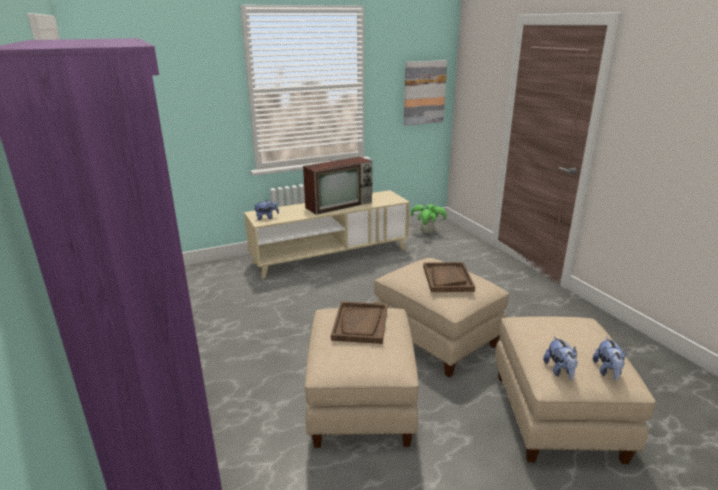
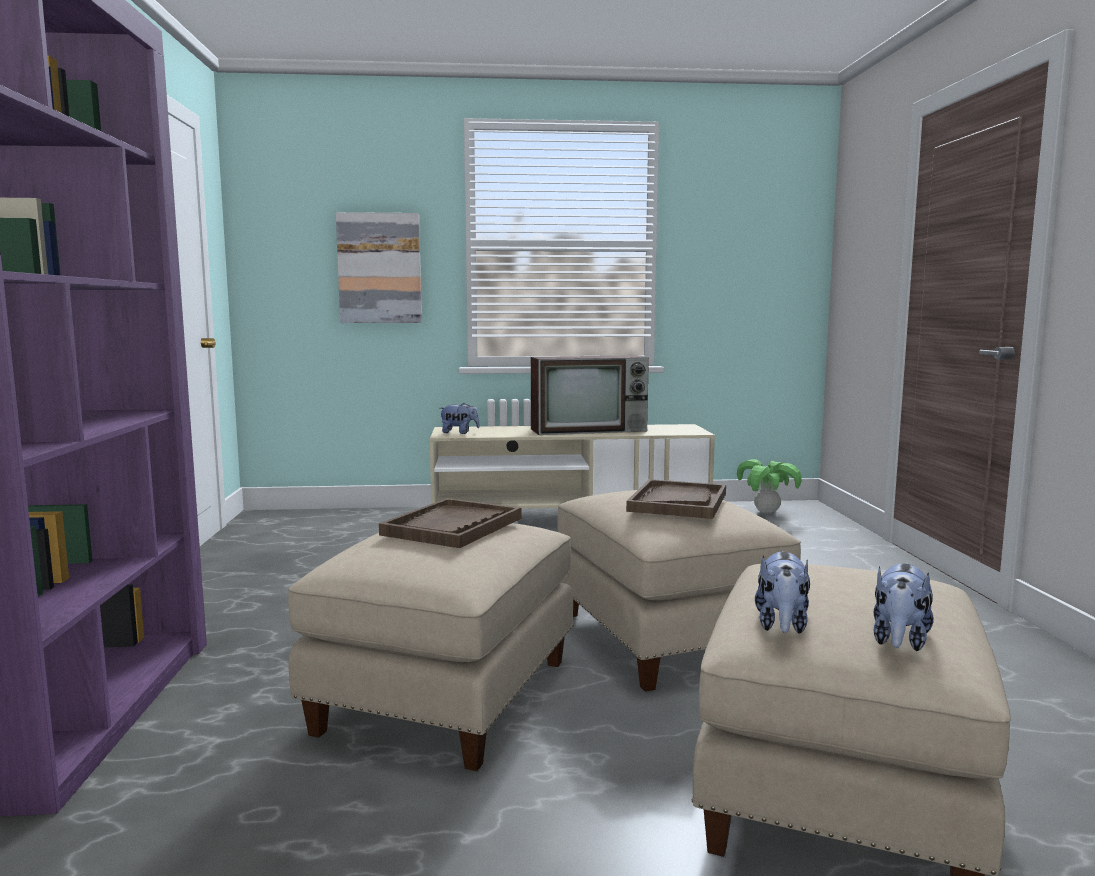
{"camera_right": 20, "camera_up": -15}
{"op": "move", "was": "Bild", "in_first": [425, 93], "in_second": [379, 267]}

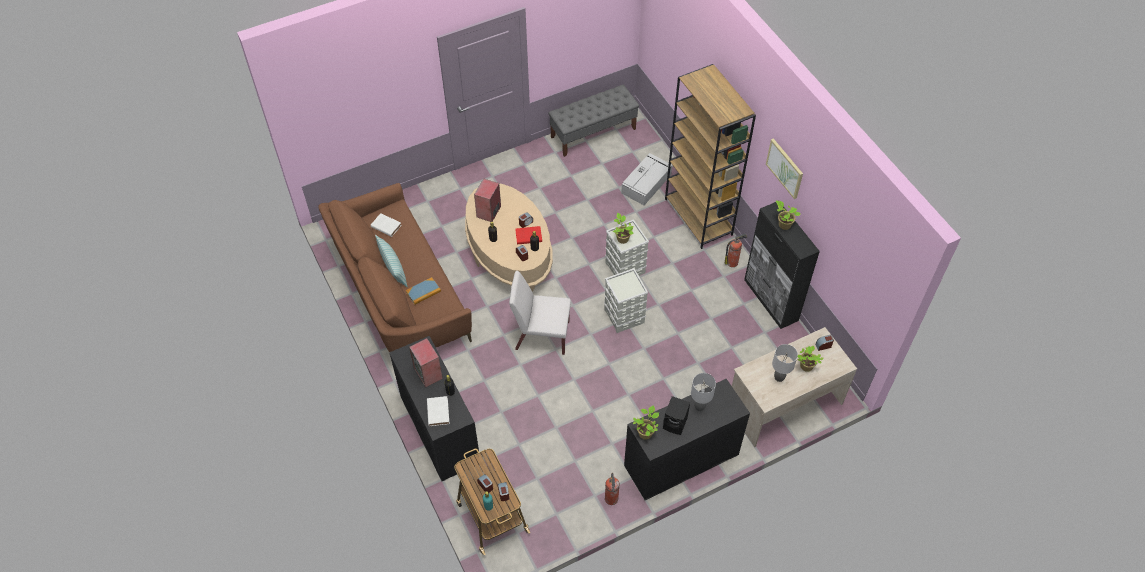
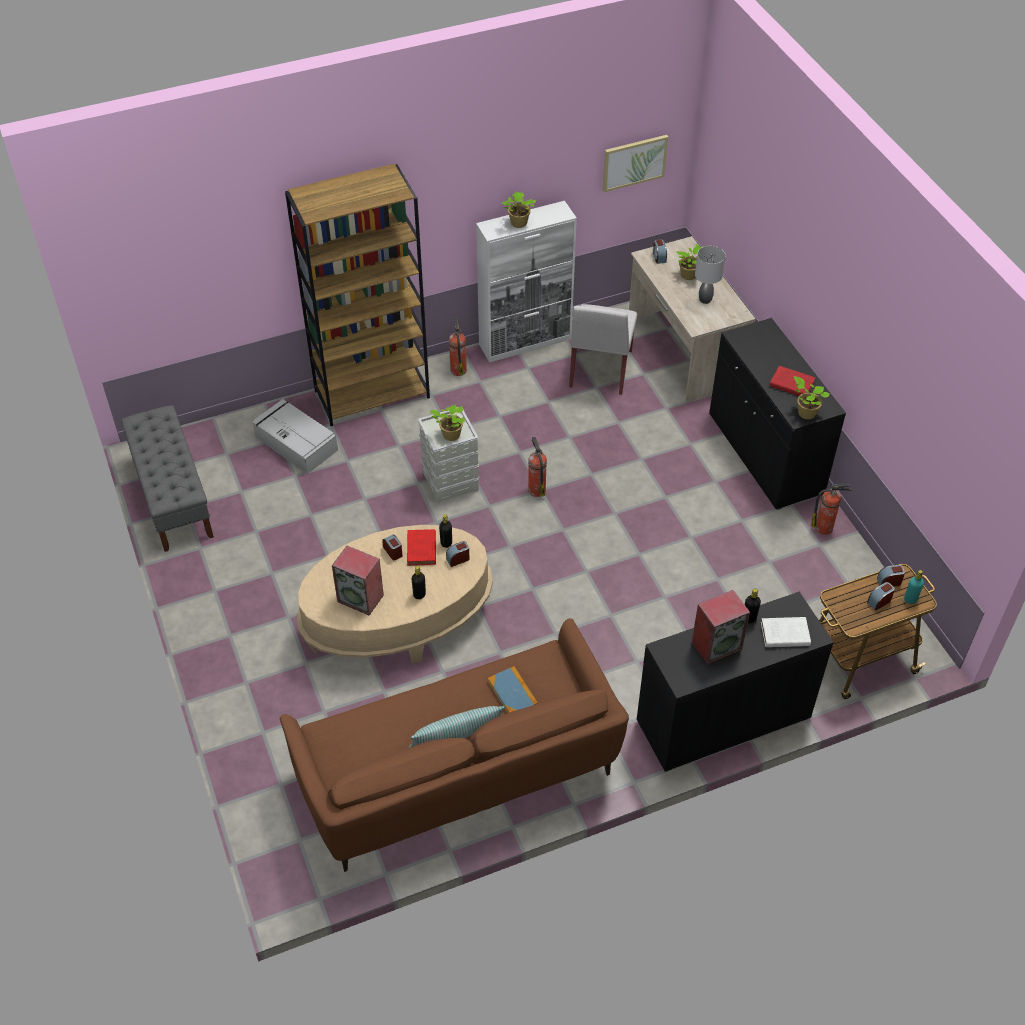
{"camera_right": -85, "camera_up": -5}
{"op": "delete", "was": "Buch/weiß", "in_first": [386, 225]}
{"op": "move", "was": "Stuhl/weiß", "in_first": [540, 313], "in_second": [603, 349]}
{"op": "replace", "was": "Aufbewahrungsbox/grau", "now": "Feuerlöscher", "in_first": [626, 300], "in_second": [537, 467]}
{"op": "replace", "was": "Lautsprecher/schwarz", "now": "Buch/rot", "in_first": [676, 415], "in_second": [792, 381]}
{"op": "delete", "was": "Tischlampe/grau", "in_first": [703, 392]}
{"op": "recolor", "was": "Schrank/schwarz", "now": "Schrank/weiß", "in_first": [782, 265], "in_second": [526, 282]}
{"op": "move", "was": "Bild", "in_first": [784, 168], "in_second": [635, 163]}

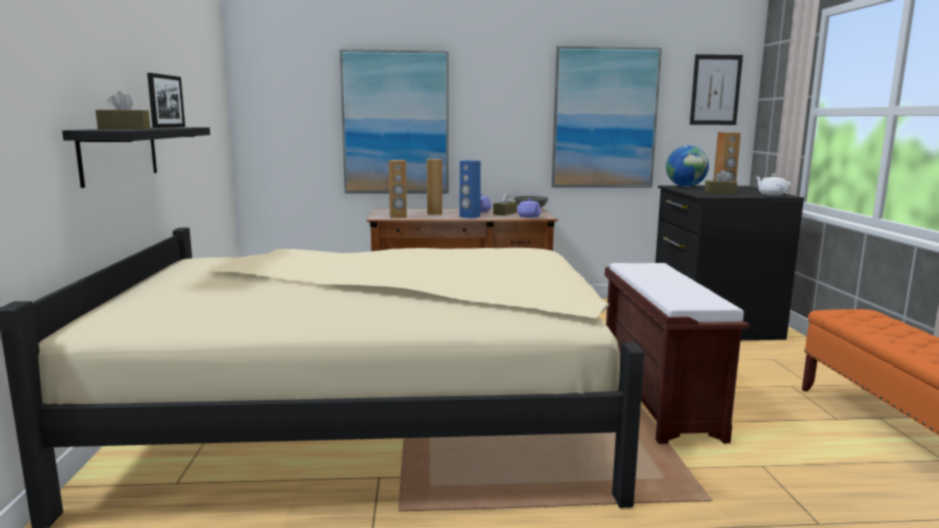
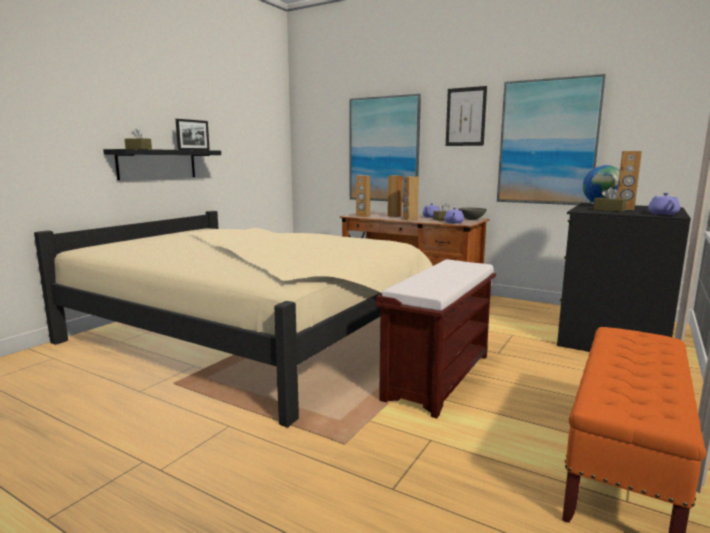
{"camera_right": 35, "camera_up": 0}
{"op": "recolor", "was": "Lautsprecher/blau", "now": "Lautsprecher/braun", "in_first": [470, 189], "in_second": [411, 198]}
{"op": "move", "was": "Bild", "in_first": [716, 89], "in_second": [466, 116]}
{"op": "recolor", "was": "Teekanne/weiß", "now": "Teekanne/lila", "in_first": [773, 184], "in_second": [664, 204]}

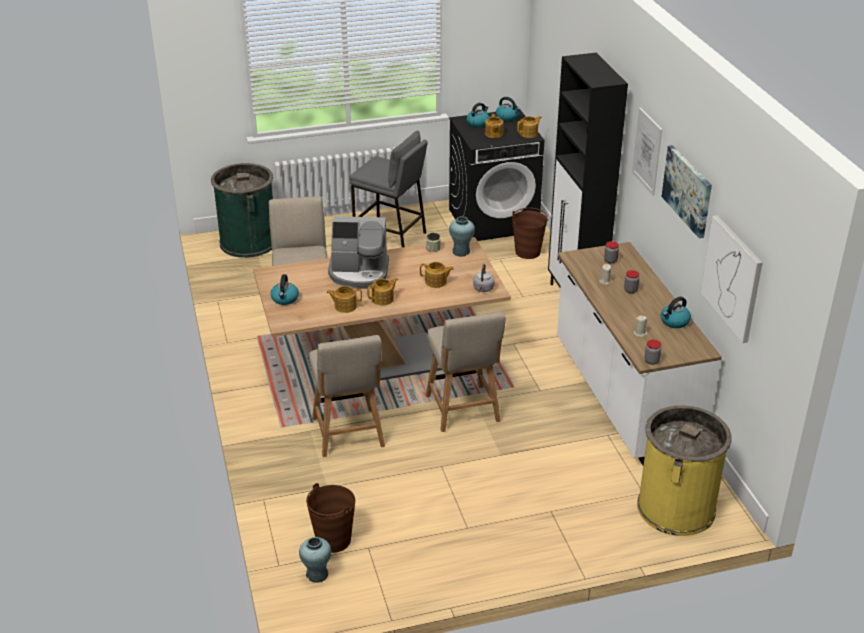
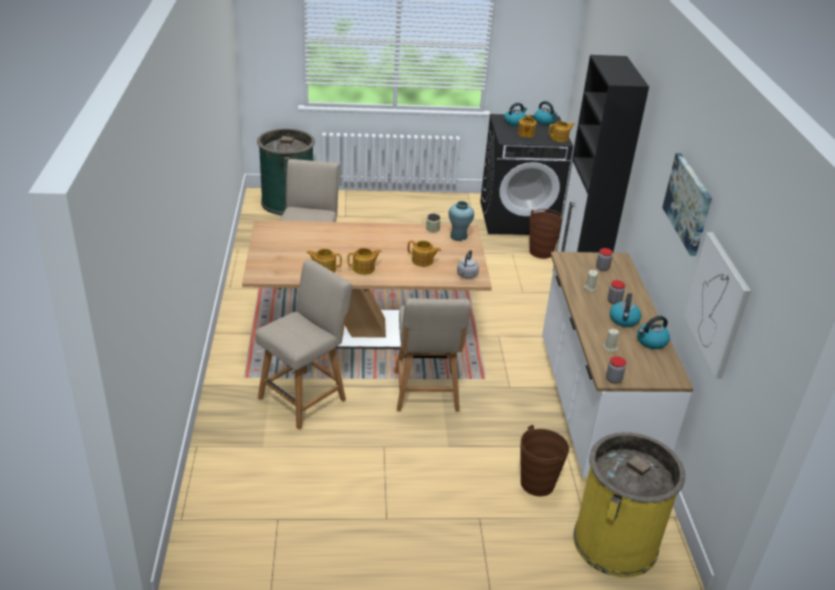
{"camera_right": 10, "camera_up": 0}
{"op": "move", "was": "Wasserkessel", "in_first": [285, 289], "in_second": [625, 310]}
{"op": "delete", "was": "Vase/türkis", "in_first": [315, 560]}
{"op": "move", "was": "Eimer/braun", "in_first": [330, 518], "in_second": [545, 460]}
{"op": "rotate", "was": "Stuhl/beige", "in_first": [347, 396], "in_second": [303, 344], "clockwise": -135}
{"op": "delete", "was": "Kaffeemaschine", "in_first": [358, 252]}
{"op": "delete", "was": "Hocker/grau", "in_first": [388, 189]}
{"op": "delete", "was": "Bild", "in_first": [647, 152]}

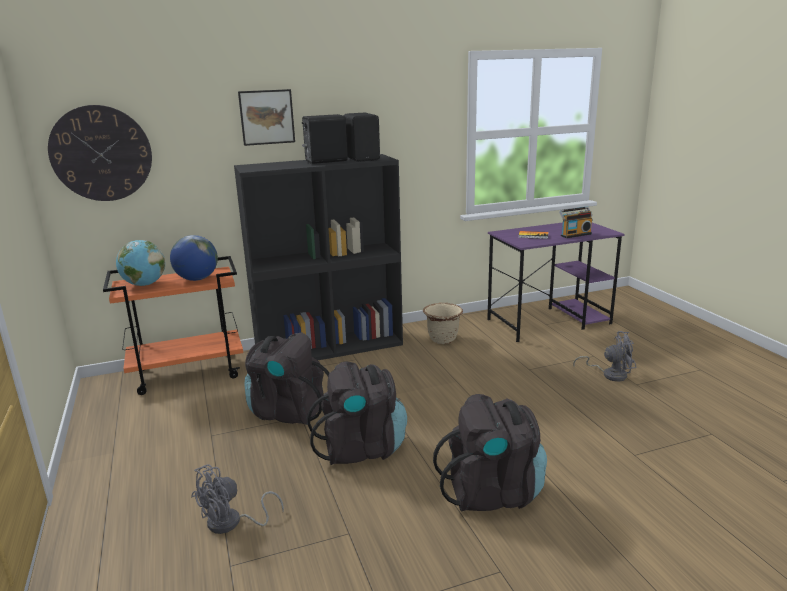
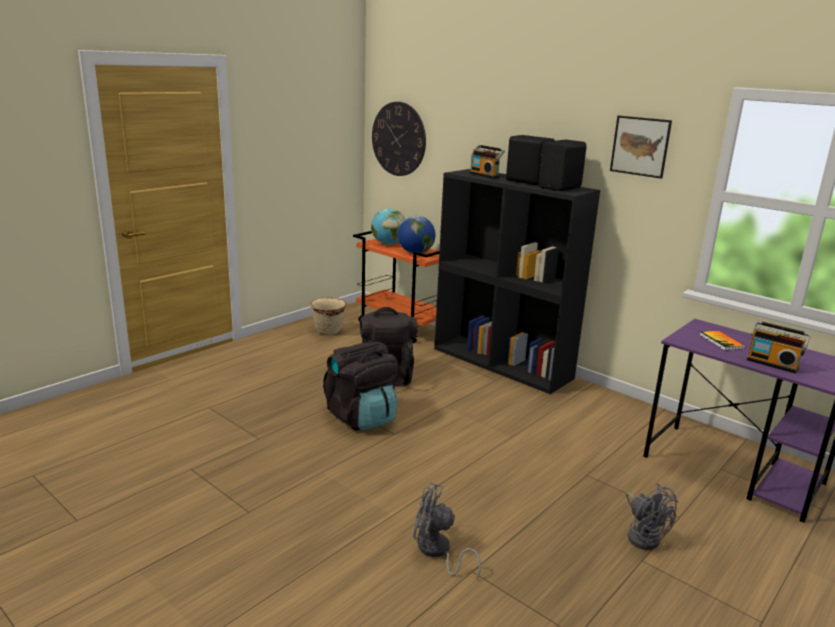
{"camera_right": 60, "camera_up": 0}
{"op": "move", "was": "Ventilator/grau", "in_first": [237, 499], "in_second": [447, 531]}
{"op": "move", "was": "Bild", "in_first": [266, 117], "in_second": [641, 147]}
{"op": "move", "was": "Pflanzkübel/beige", "in_first": [443, 323], "in_second": [328, 316]}
{"op": "delete", "was": "Rucksack/schwarz", "in_first": [490, 452]}
{"op": "insert", "now": "Radio", "in_second": [487, 162]}

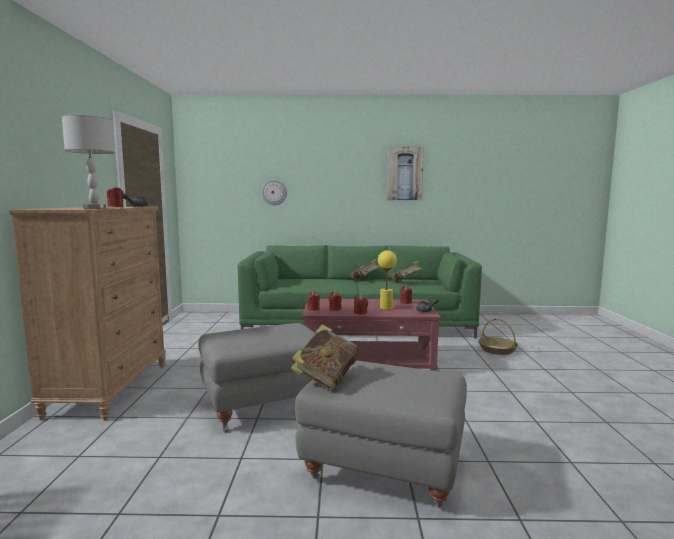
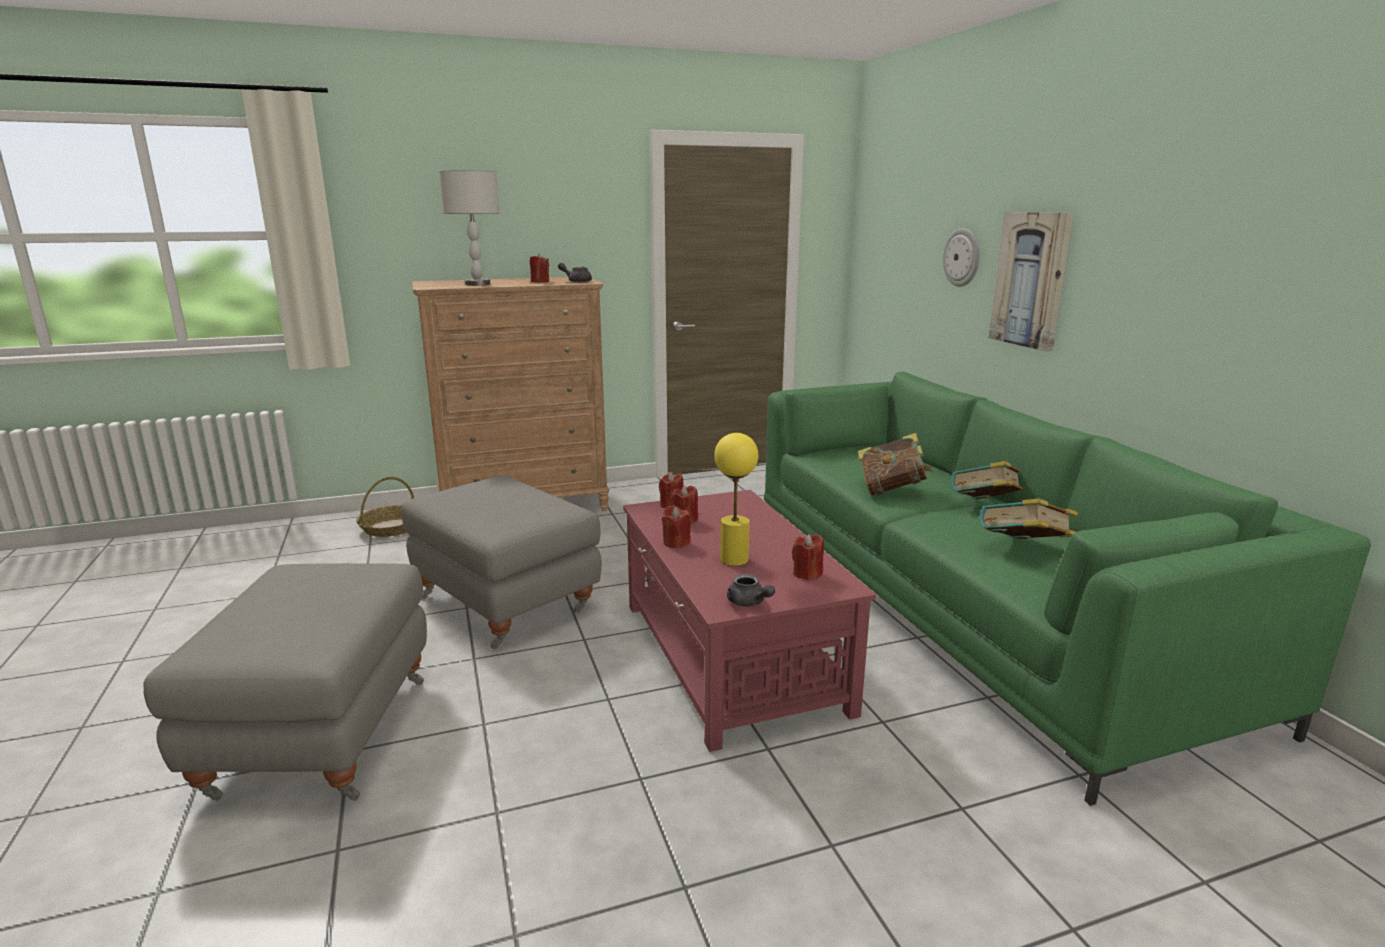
{"camera_right": 70, "camera_up": 10}
{"op": "move", "was": "Buch", "in_first": [325, 357], "in_second": [895, 464]}
{"op": "move", "was": "Bild", "in_first": [405, 173], "in_second": [1031, 282]}
{"op": "move", "was": "Korb", "in_first": [498, 337], "in_second": [385, 507]}

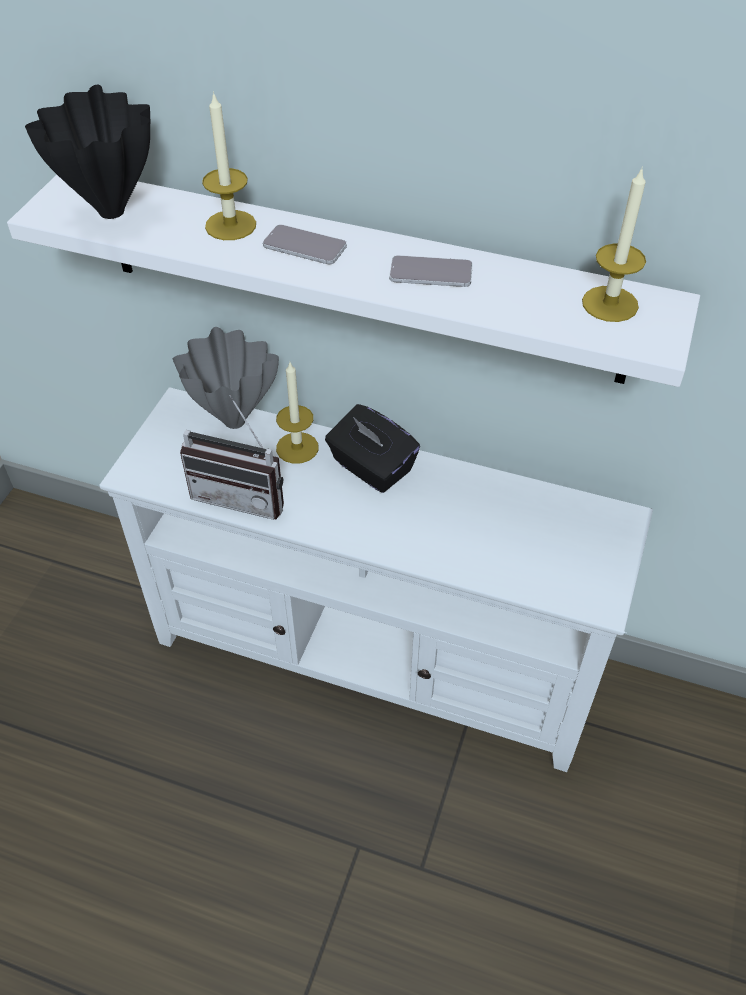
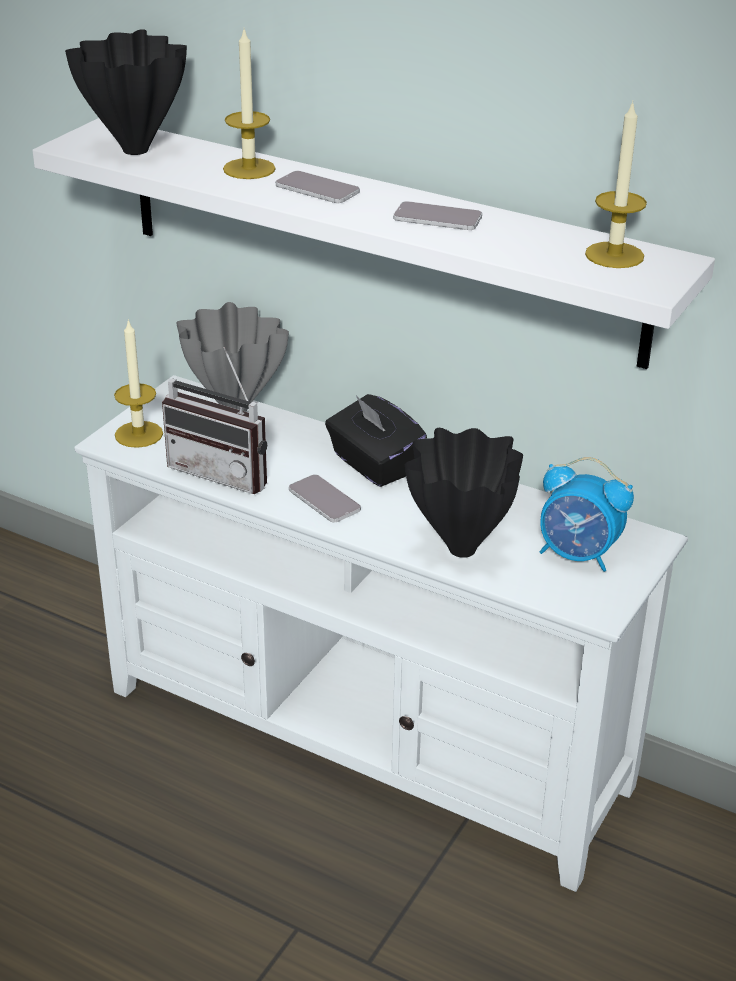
{"camera_right": 10, "camera_up": -15}
{"op": "move", "was": "Kerze", "in_first": [297, 413], "in_second": [138, 383]}
{"op": "insert", "now": "Handy", "in_second": [325, 498]}
{"op": "insert", "now": "Vase/schwarz", "in_second": [464, 493]}
{"op": "insert", "now": "Wecker", "in_second": [587, 514]}

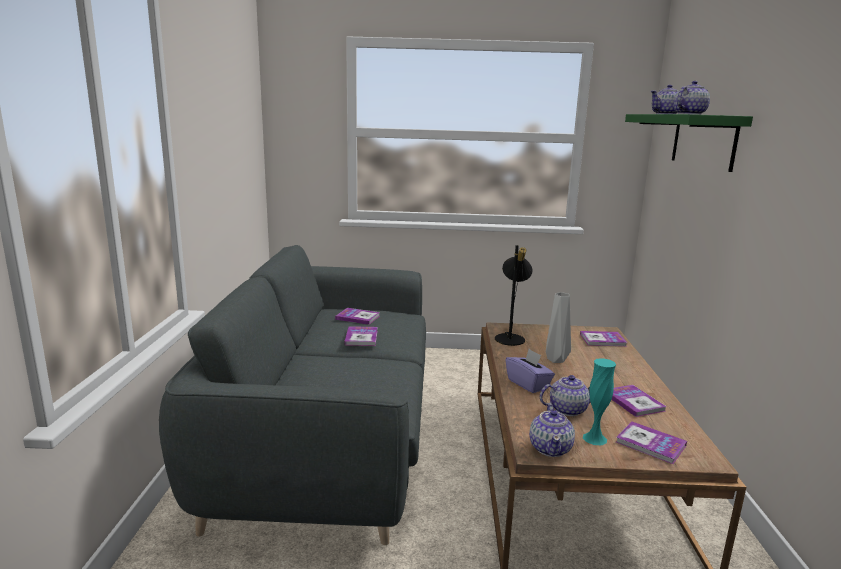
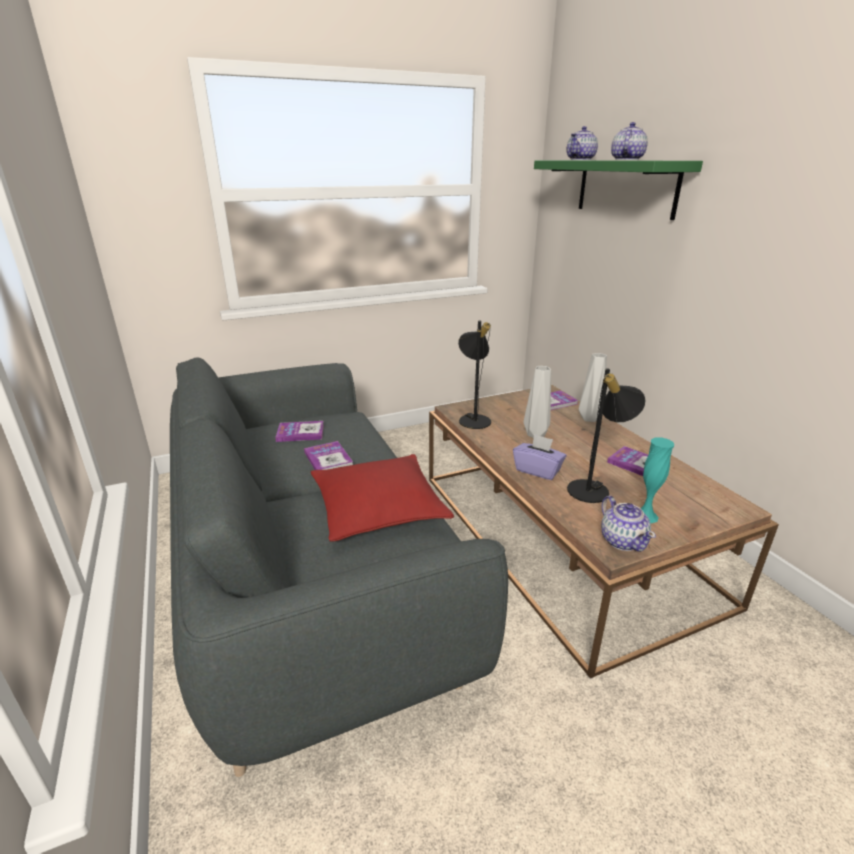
{"camera_right": -25, "camera_up": 10}
{"op": "replace", "was": "Teekanne", "now": "Tischlampe/schwarz", "in_first": [565, 395], "in_second": [606, 435]}
{"op": "delete", "was": "Buch", "in_first": [651, 442]}
{"op": "insert", "now": "Kissen/rot", "in_second": [382, 497]}
{"op": "insert", "now": "Vase/grau", "in_second": [593, 387]}

